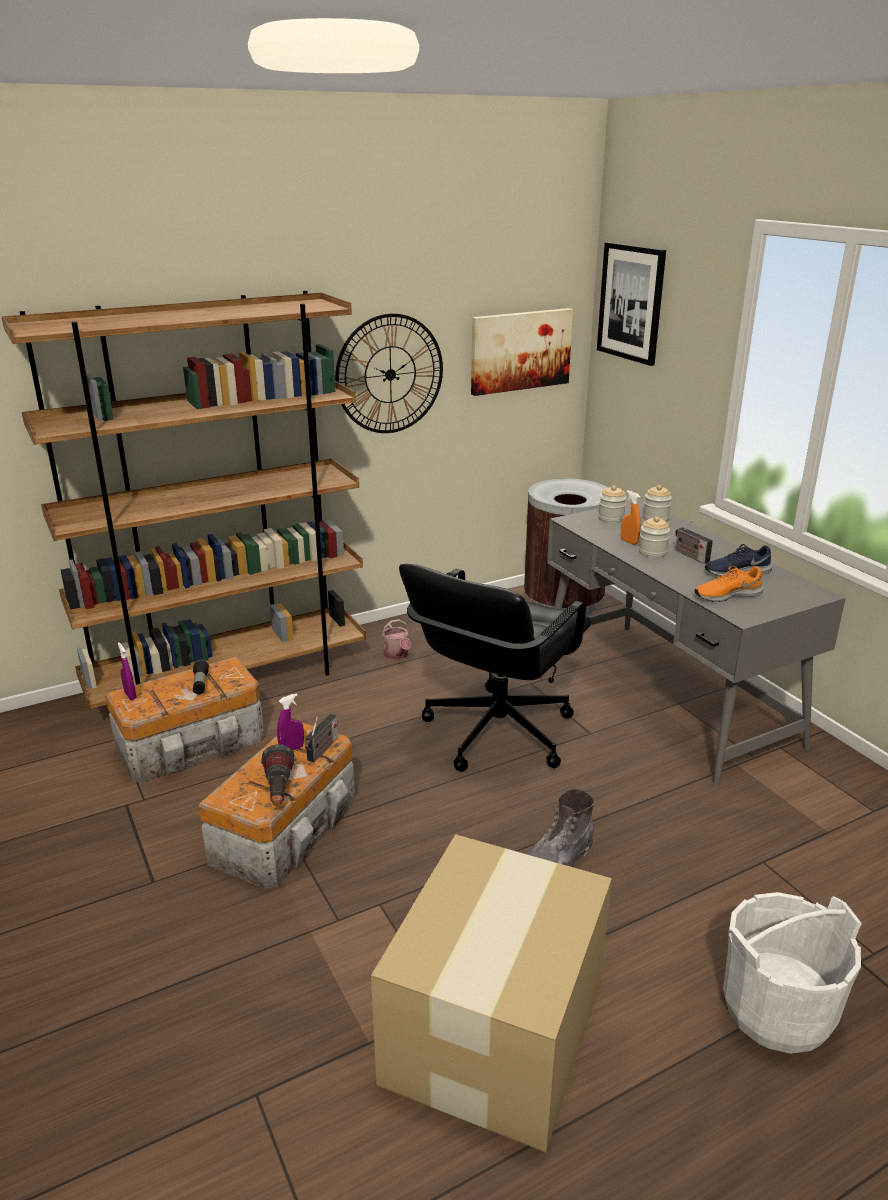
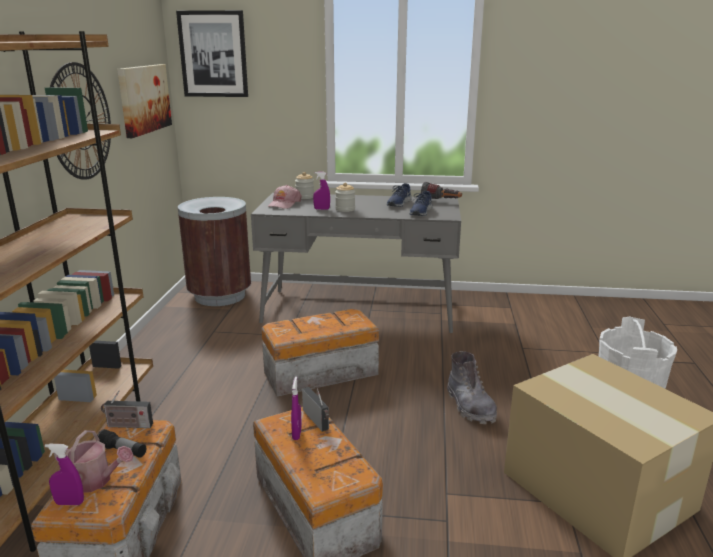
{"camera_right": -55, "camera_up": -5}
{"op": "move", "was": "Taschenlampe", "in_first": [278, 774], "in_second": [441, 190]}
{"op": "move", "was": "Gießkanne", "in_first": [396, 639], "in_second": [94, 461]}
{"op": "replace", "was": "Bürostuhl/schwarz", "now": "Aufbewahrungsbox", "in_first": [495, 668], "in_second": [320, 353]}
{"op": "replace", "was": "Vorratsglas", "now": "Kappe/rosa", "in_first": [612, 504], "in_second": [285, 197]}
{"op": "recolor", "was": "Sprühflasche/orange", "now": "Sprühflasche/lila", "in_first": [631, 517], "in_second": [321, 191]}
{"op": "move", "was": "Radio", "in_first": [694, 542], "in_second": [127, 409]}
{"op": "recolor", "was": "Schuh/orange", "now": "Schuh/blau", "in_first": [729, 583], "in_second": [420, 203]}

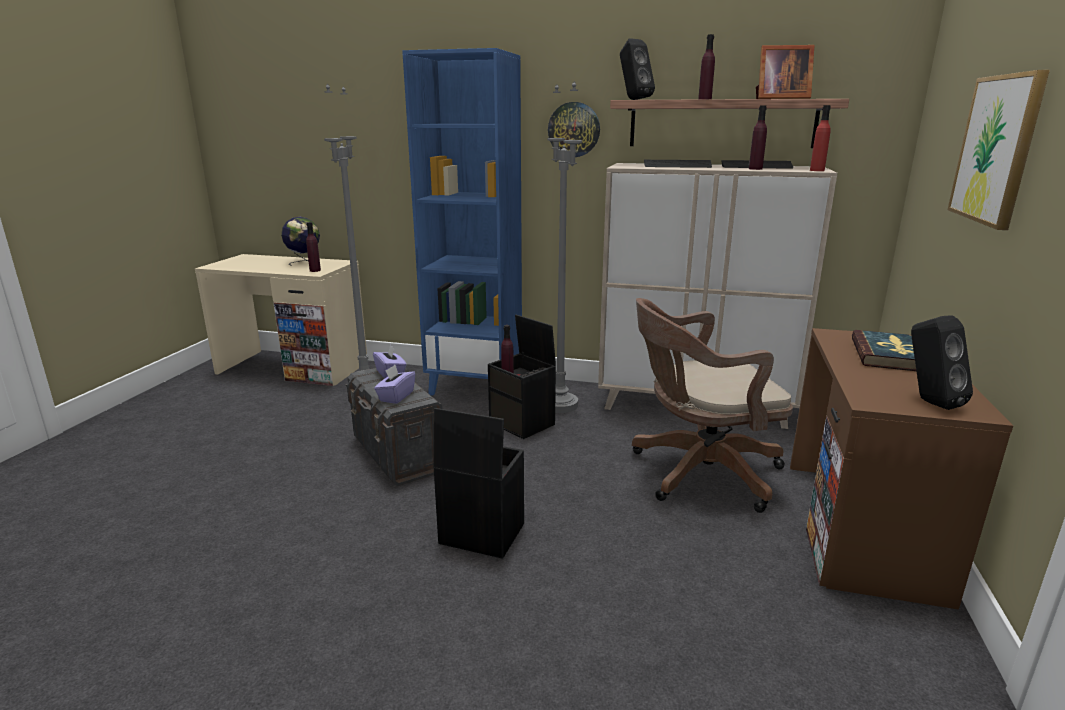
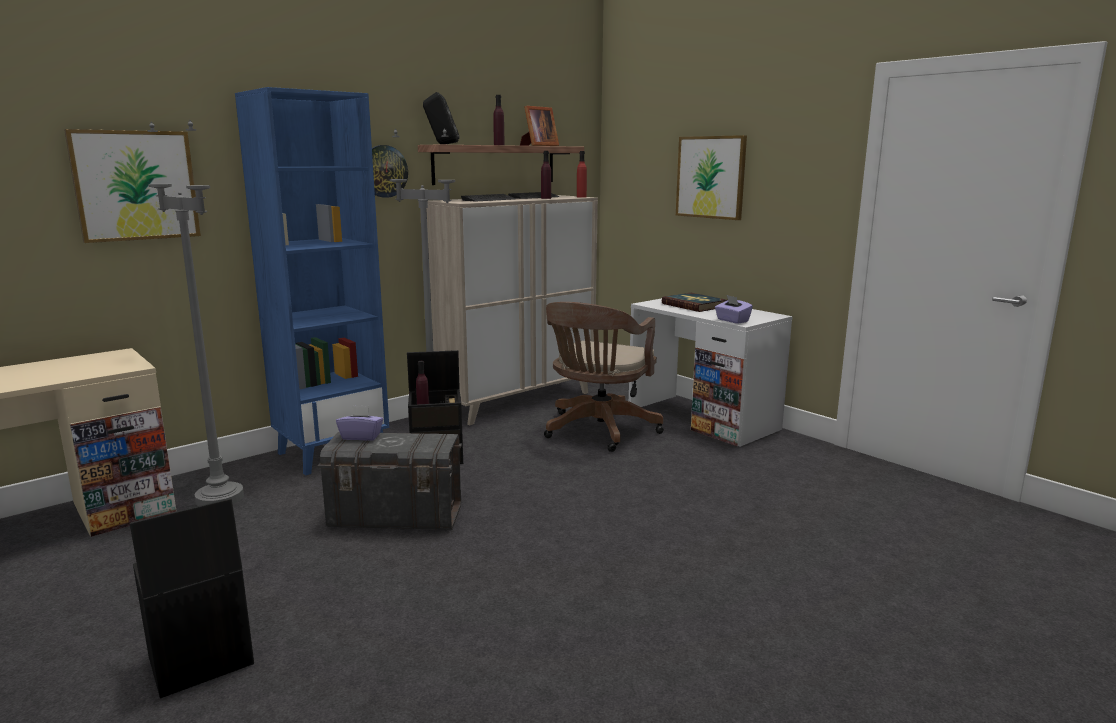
{"camera_right": -55, "camera_up": -5}
{"op": "delete", "was": "Globus", "in_first": [300, 241]}
{"op": "delete", "was": "Flasche/lila", "in_first": [313, 247]}
{"op": "move", "was": "Taschentuchbox/lila", "in_first": [394, 384], "in_second": [734, 309]}
{"op": "move", "was": "Aufbewahrungsbox/schwarz", "in_first": [479, 483], "in_second": [192, 598]}
{"op": "recolor", "was": "Schreibtisch/braun", "now": "Schreibtisch/weiß", "in_first": [901, 469], "in_second": [710, 372]}
{"op": "delete", "was": "Lautsprecher/schwarz", "in_first": [942, 363]}
{"op": "insert", "now": "Bild", "in_second": [132, 186]}

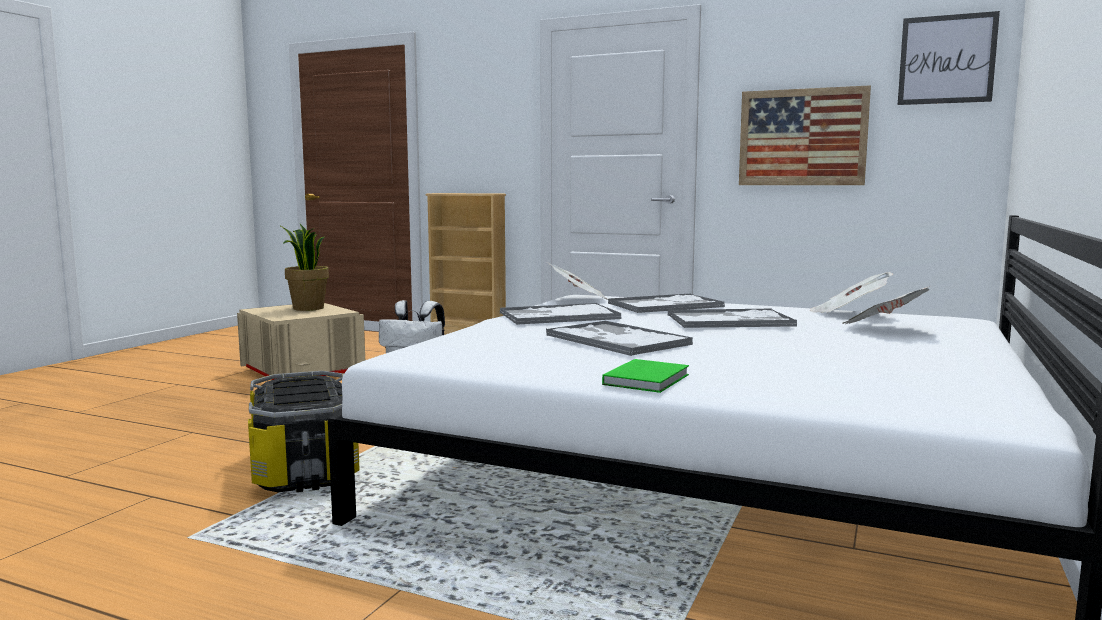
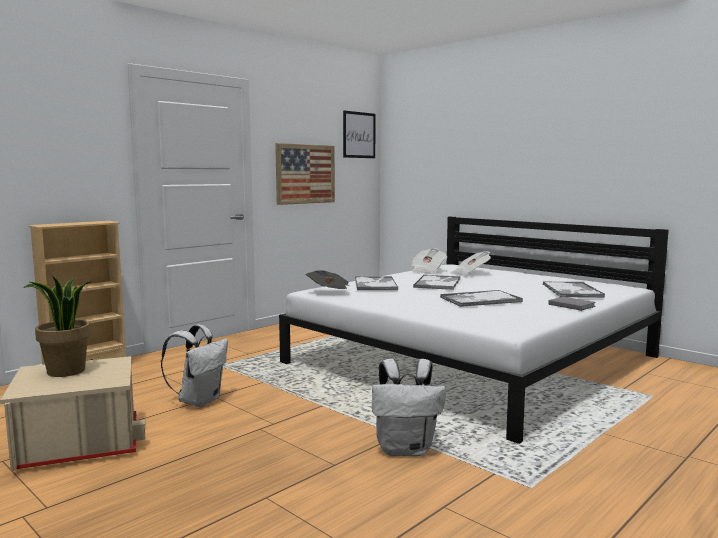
{"camera_right": -70, "camera_up": 0}
{"op": "replace", "was": "Aufbewahrungsbox", "now": "Rucksack/weiß", "in_first": [304, 431], "in_second": [409, 407]}
{"op": "move", "was": "Tablett", "in_first": [560, 314], "in_second": [574, 290]}
{"op": "recolor", "was": "Buch/grün", "now": "Buch/grau", "in_first": [645, 376], "in_second": [572, 304]}

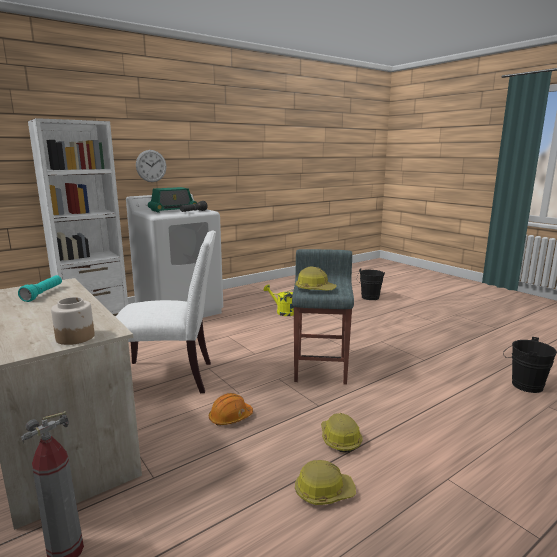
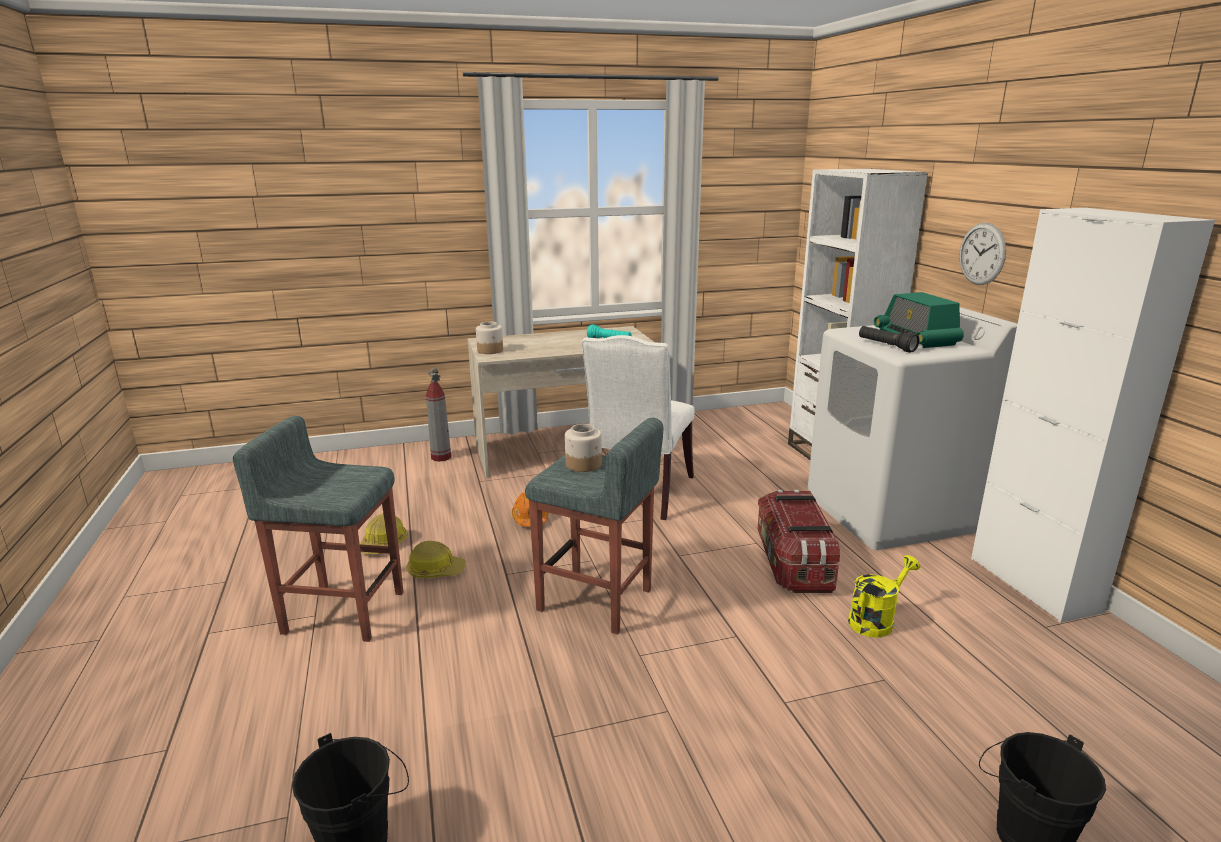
{"camera_right": 110, "camera_up": 5}
{"op": "replace", "was": "Schutzhelm", "now": "Vorratsglas", "in_first": [316, 278], "in_second": [583, 448]}
{"op": "insert", "now": "Hocker/grau", "in_second": [318, 529]}
{"op": "insert", "now": "Aufbewahrungsbox", "in_second": [799, 541]}
{"op": "insert", "now": "Schrank/weiß", "in_second": [1093, 415]}

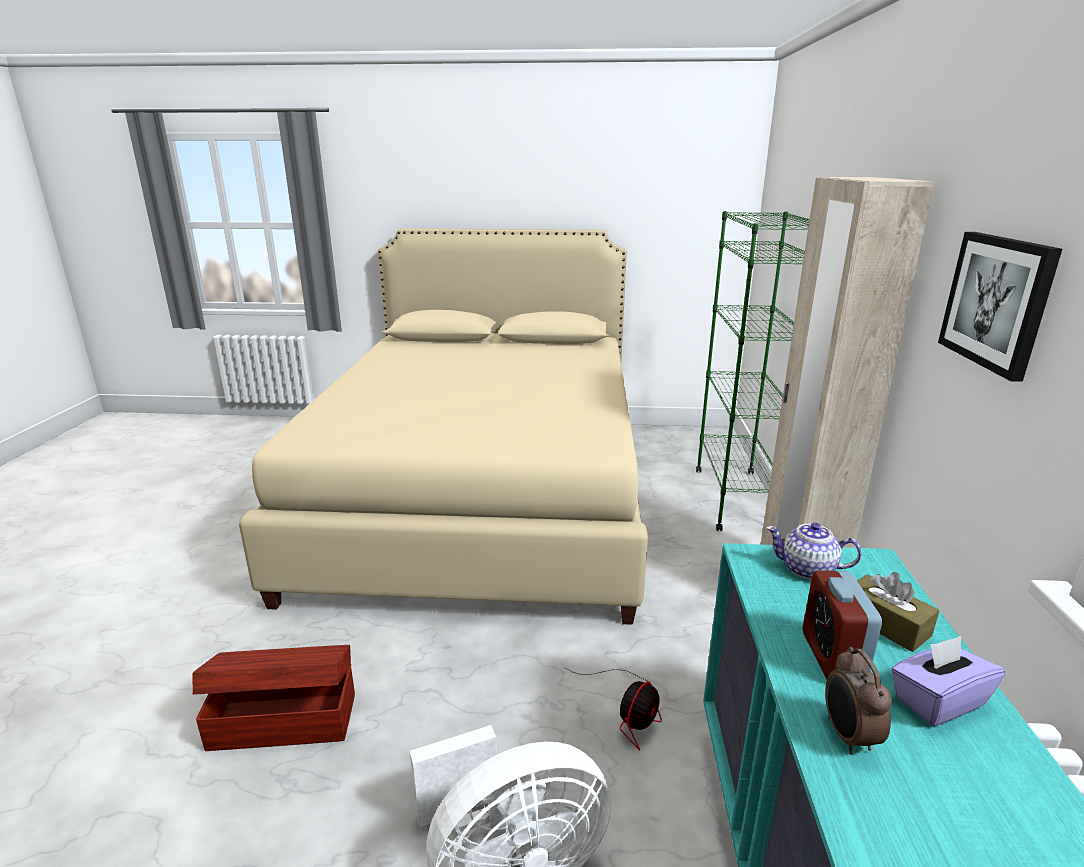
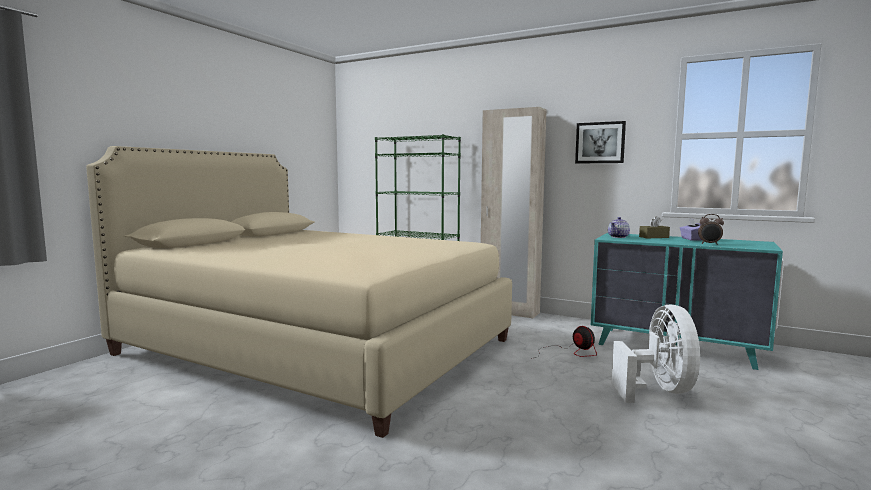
{"camera_right": -65, "camera_up": -15}
{"op": "delete", "was": "Aufbewahrungsbox/braun", "in_first": [274, 698]}
{"op": "delete", "was": "Wecker", "in_first": [842, 625]}

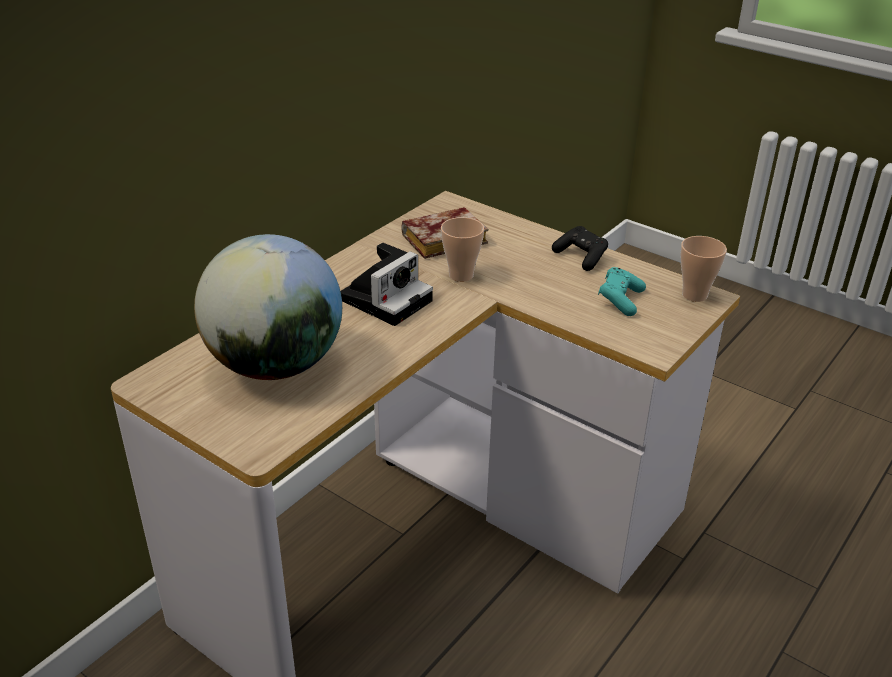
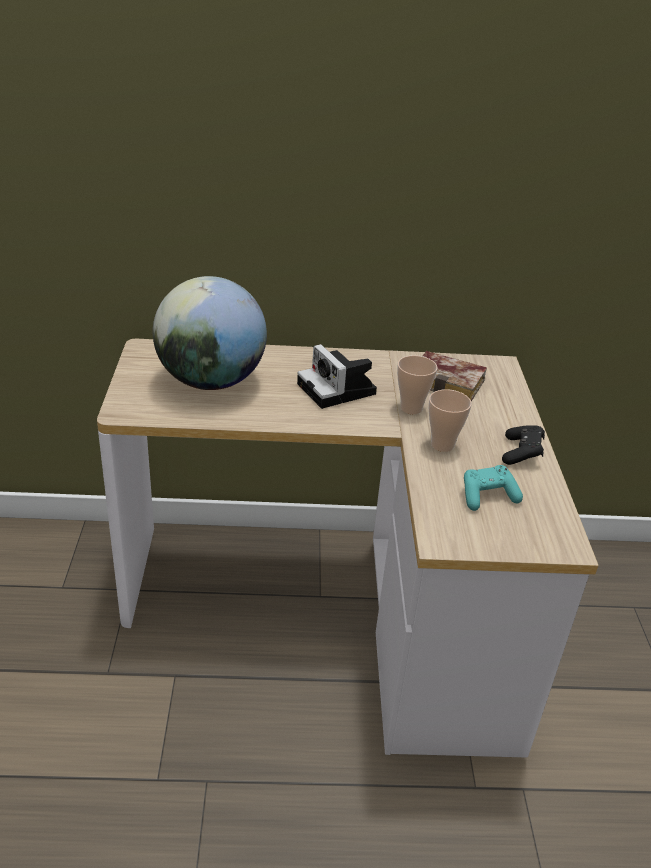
{"camera_right": 50, "camera_up": 0}
{"op": "rotate", "was": "Kamera", "in_first": [387, 284], "in_second": [337, 376], "clockwise": 60}
{"op": "move", "was": "Tasse", "in_first": [703, 269], "in_second": [450, 420]}

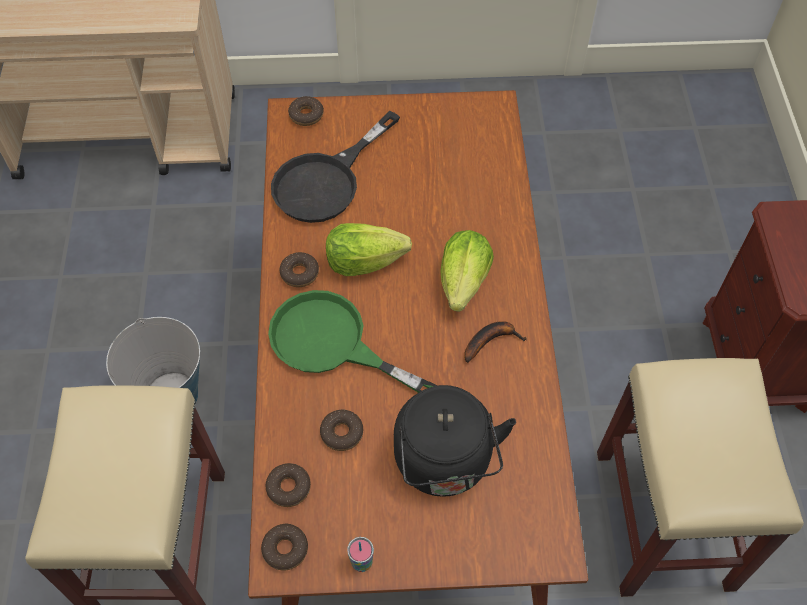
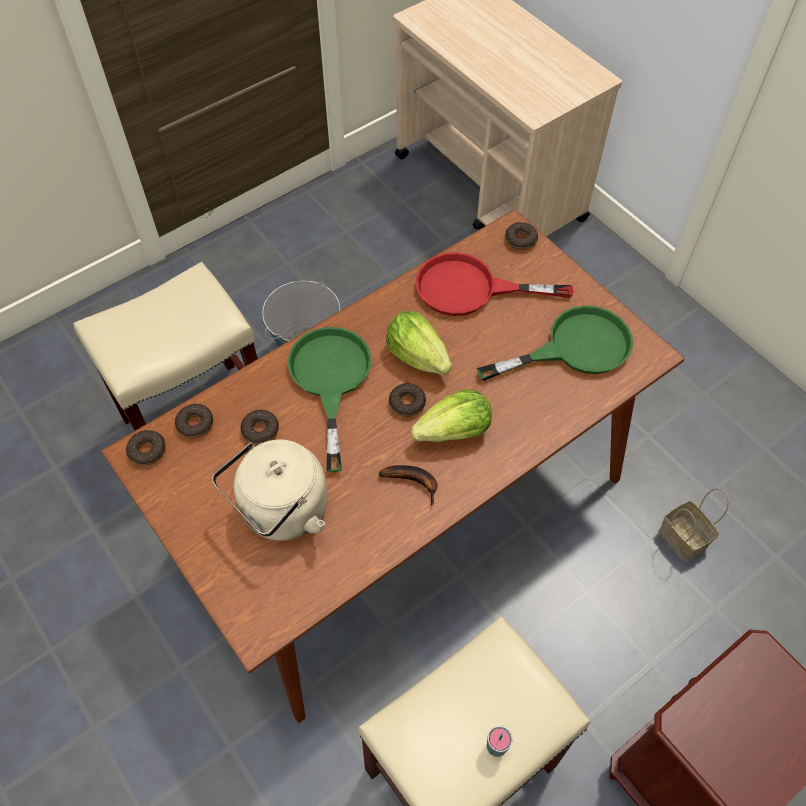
{"camera_right": 55, "camera_up": 0}
{"op": "recolor", "was": "Pfanne/schwarz", "now": "Pfanne/rot", "in_first": [335, 167], "in_second": [494, 284]}
{"op": "move", "was": "Donut", "in_first": [299, 269], "in_second": [407, 400]}
{"op": "move", "was": "Tasse", "in_first": [360, 554], "in_second": [500, 741]}
{"op": "recolor", "was": "Wasserkessel/schwarz", "now": "Wasserkessel/beige", "in_first": [455, 440], "in_second": [270, 490]}
{"op": "insert", "now": "Pfanne/grün", "in_second": [555, 343]}
{"op": "insert", "now": "Korb", "in_second": [694, 524]}

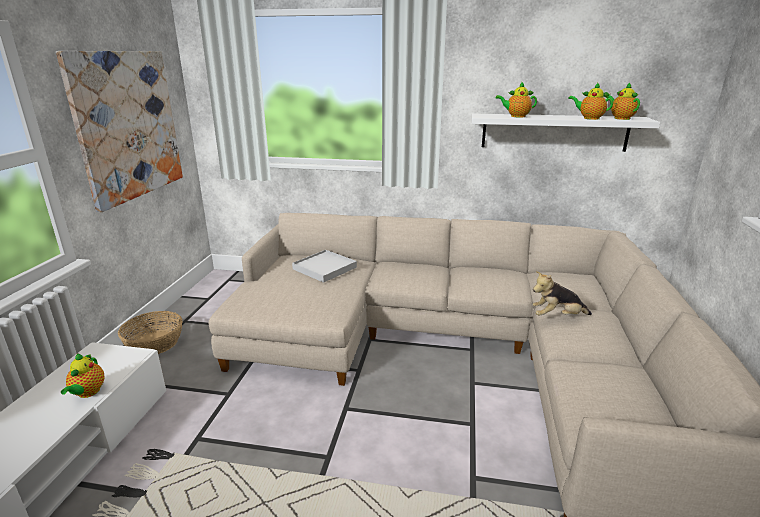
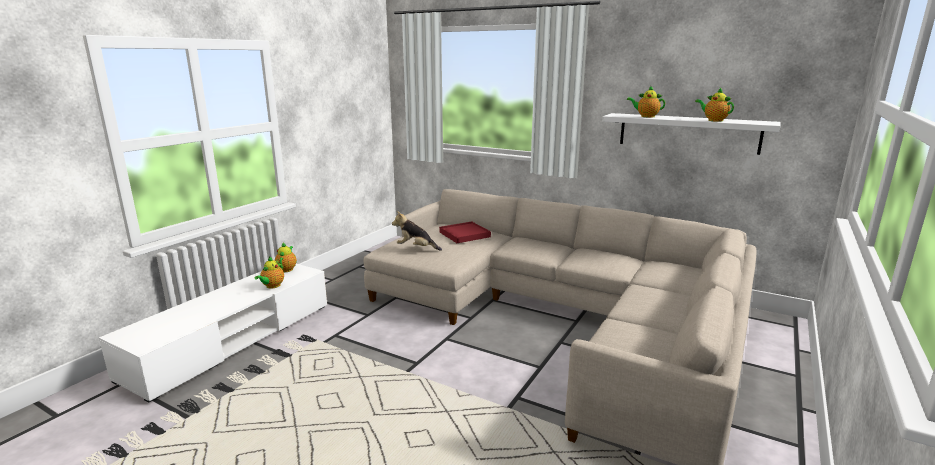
{"camera_right": 20, "camera_up": -5}
{"op": "delete", "was": "Bild", "in_first": [119, 131]}
{"op": "delete", "was": "Korb", "in_first": [150, 332]}
{"op": "recolor", "was": "Tablett/weiß", "now": "Tablett/rot", "in_first": [324, 266], "in_second": [465, 232]}
{"op": "move", "was": "Plüschtier", "in_first": [562, 293], "in_second": [417, 231]}
{"op": "move", "was": "Teekanne", "in_first": [623, 101], "in_second": [286, 257]}

